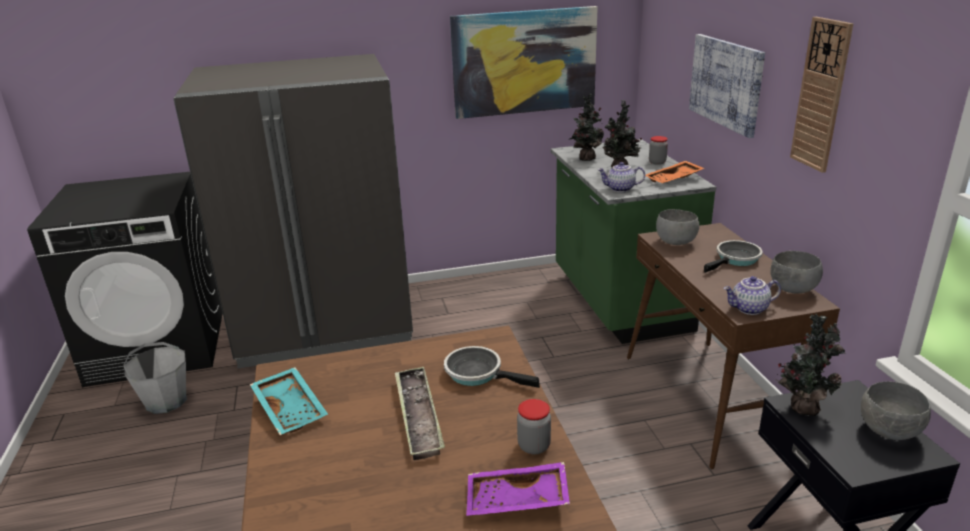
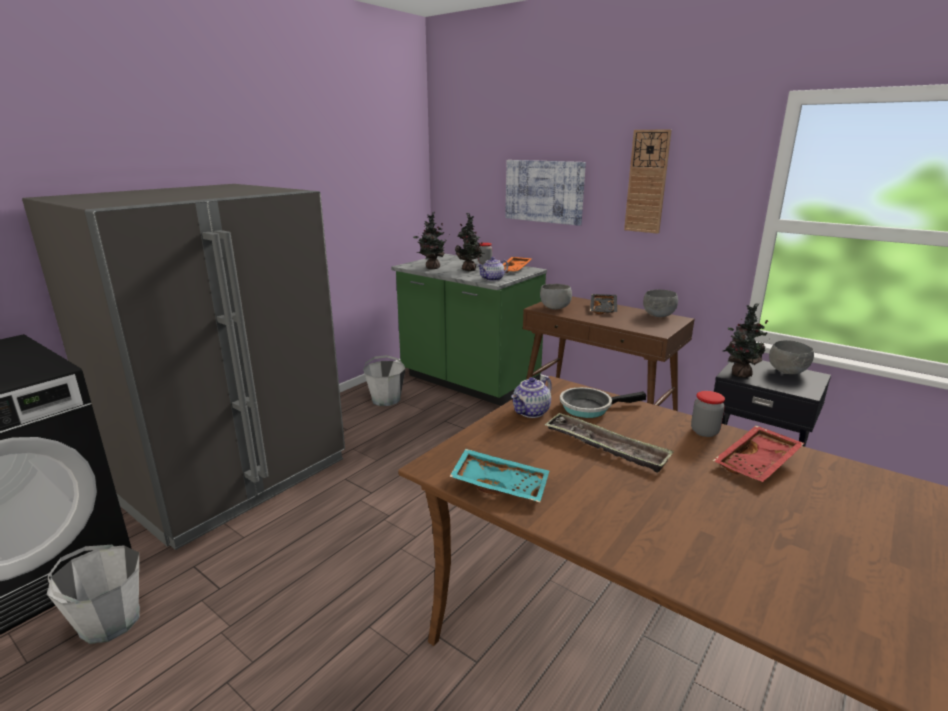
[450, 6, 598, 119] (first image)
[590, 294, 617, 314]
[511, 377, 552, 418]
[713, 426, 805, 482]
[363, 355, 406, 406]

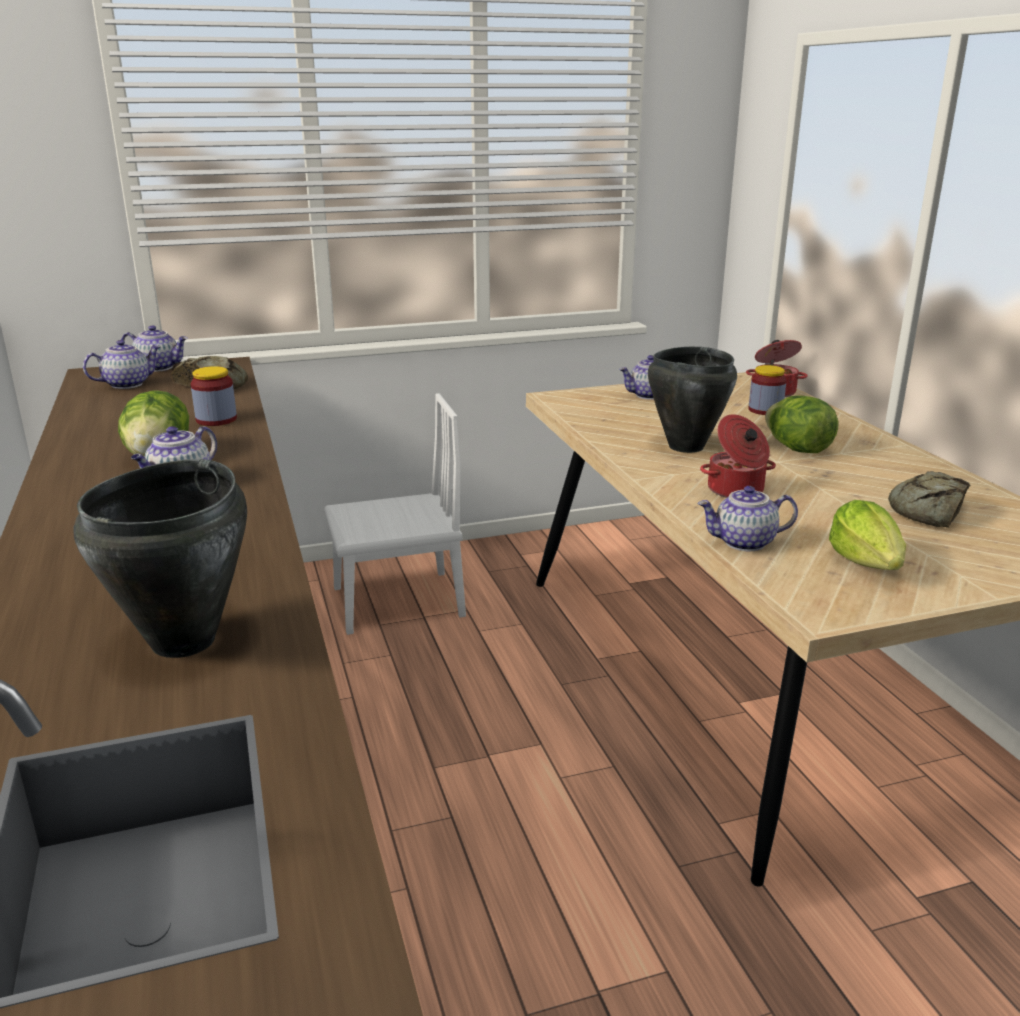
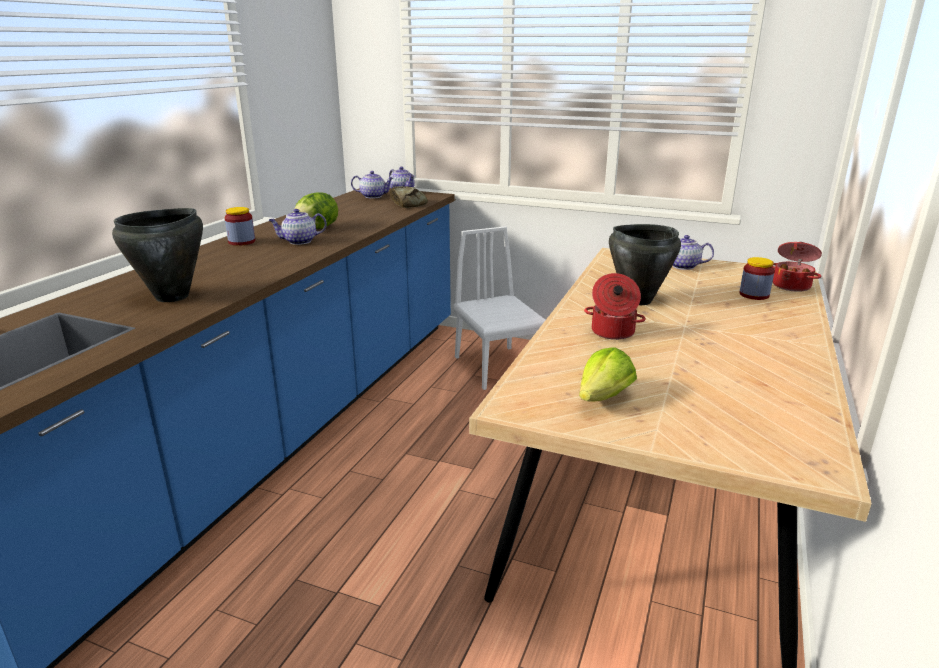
[225, 207, 255, 246]
[454, 226, 545, 390]
[765, 395, 838, 453] (first image)
[888, 471, 970, 528] (first image)
[697, 486, 798, 551] (first image)

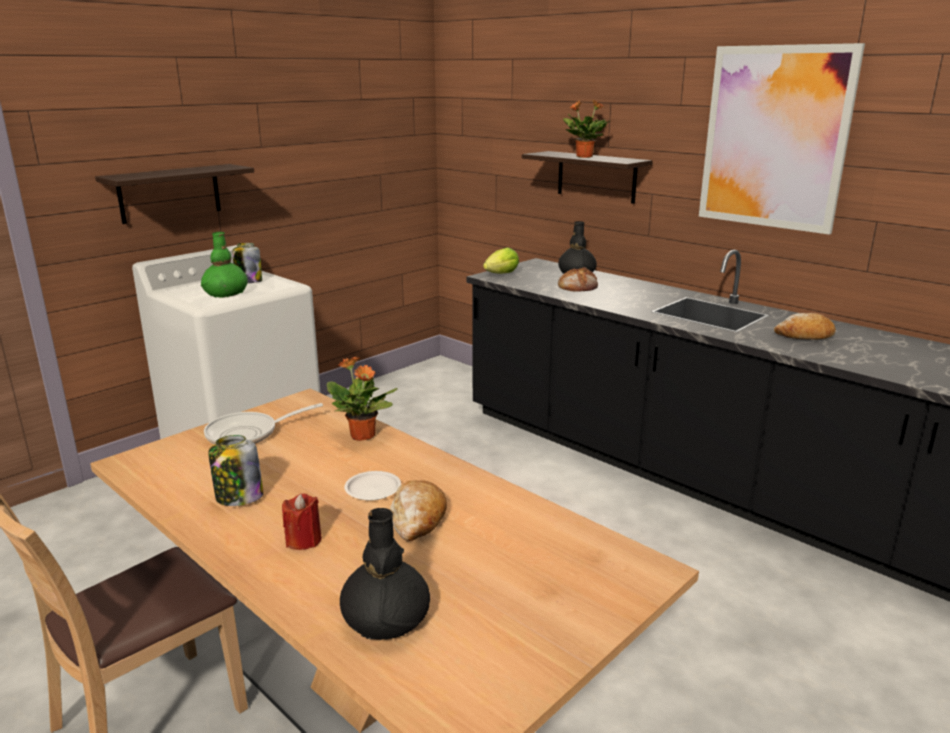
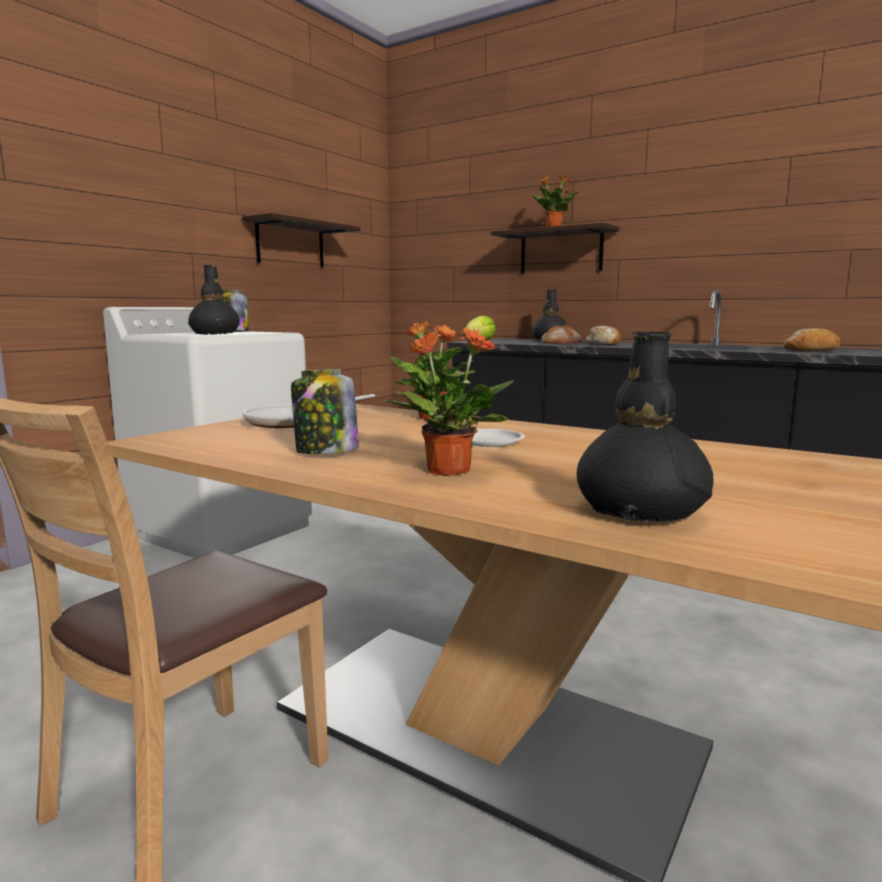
[699, 43, 865, 235] (first image)
[242, 213, 360, 268]
[188, 265, 240, 335]
[586, 325, 621, 345]
[384, 328, 514, 476]

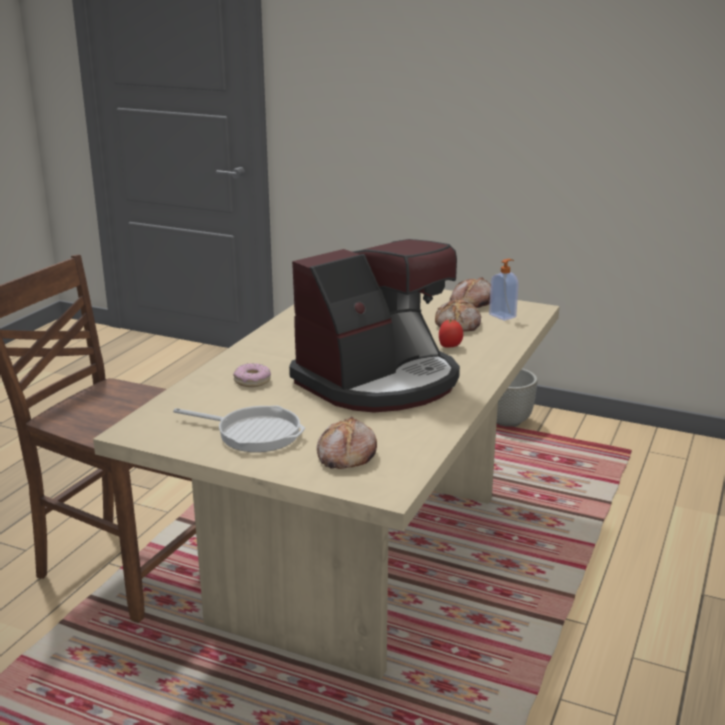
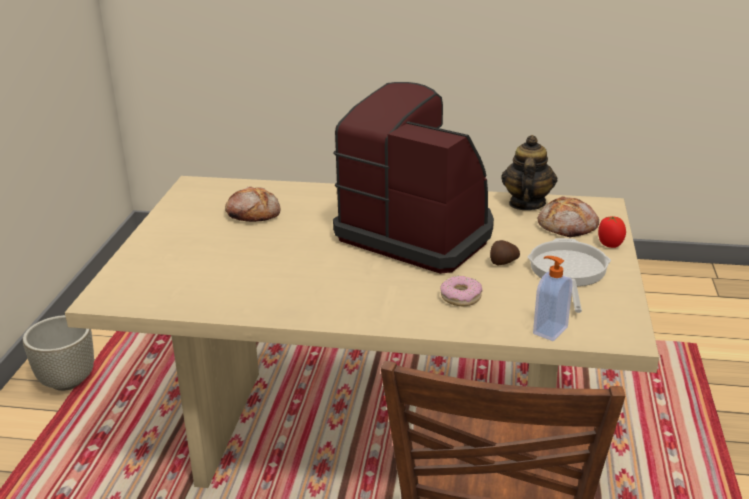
[533, 256, 573, 341]
[450, 277, 491, 308] (first image)
[598, 217, 626, 248]
[501, 135, 557, 210]
[490, 240, 520, 266]

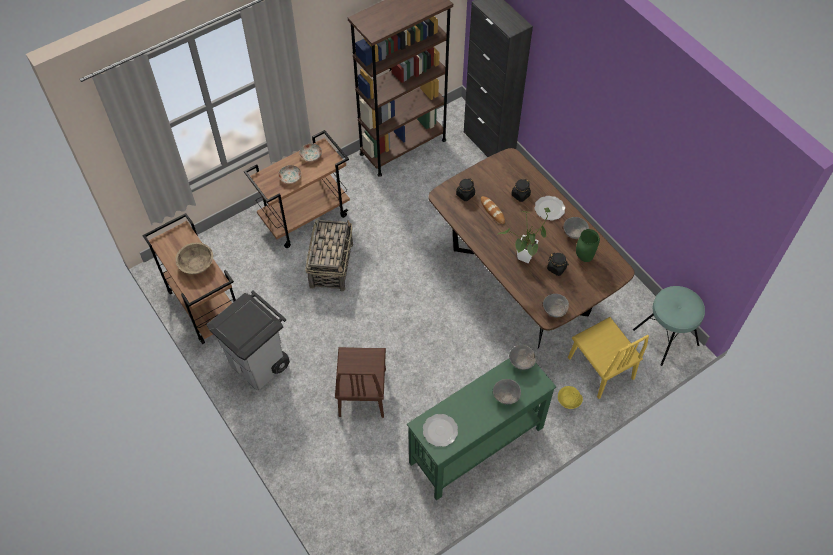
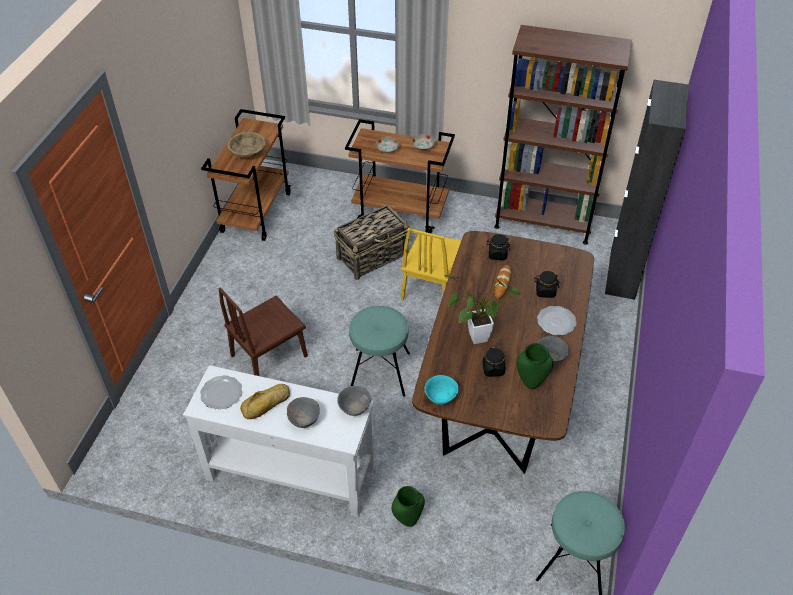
[206, 291, 290, 390] (first image)
[425, 375, 459, 405]
[401, 228, 461, 301]
[183, 365, 375, 517]
[392, 486, 425, 527]
[349, 306, 410, 397]
[240, 384, 290, 419]

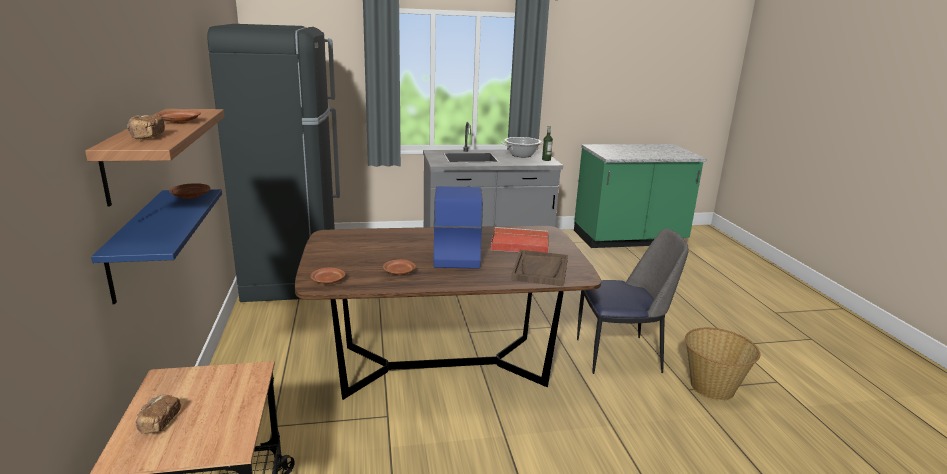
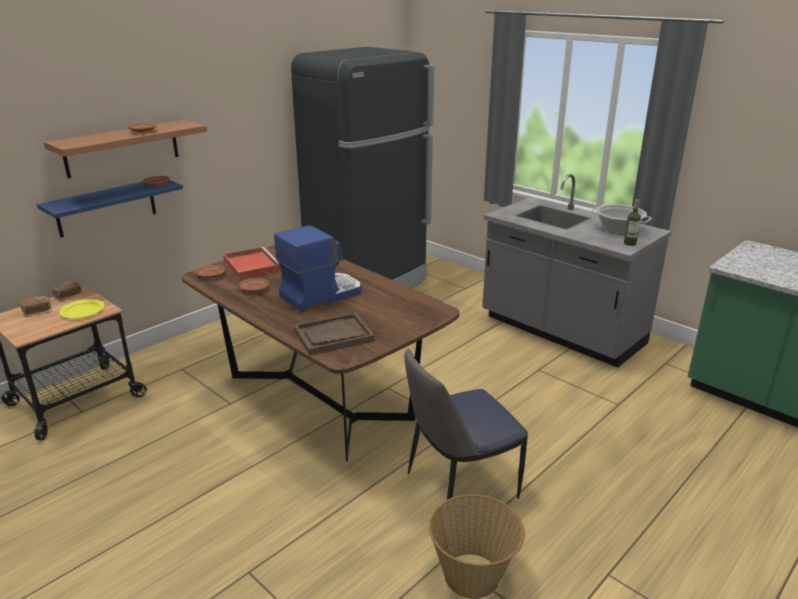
[52, 281, 82, 299]
[223, 247, 281, 280]
[404, 348, 528, 500]
[59, 299, 105, 319]

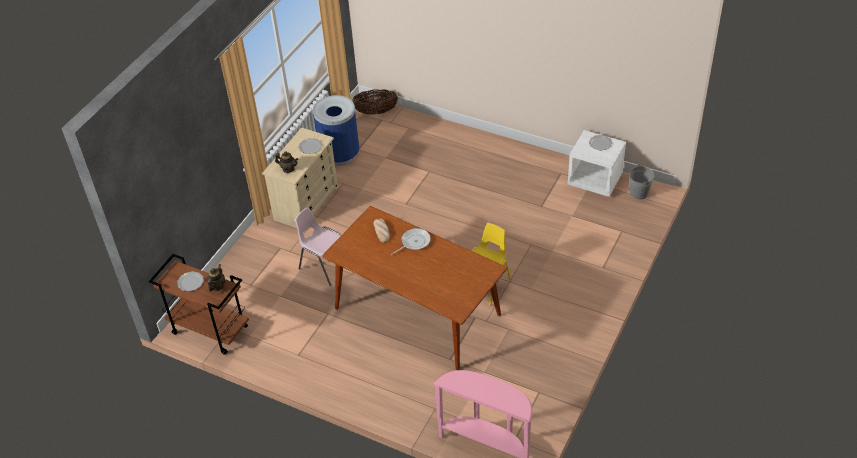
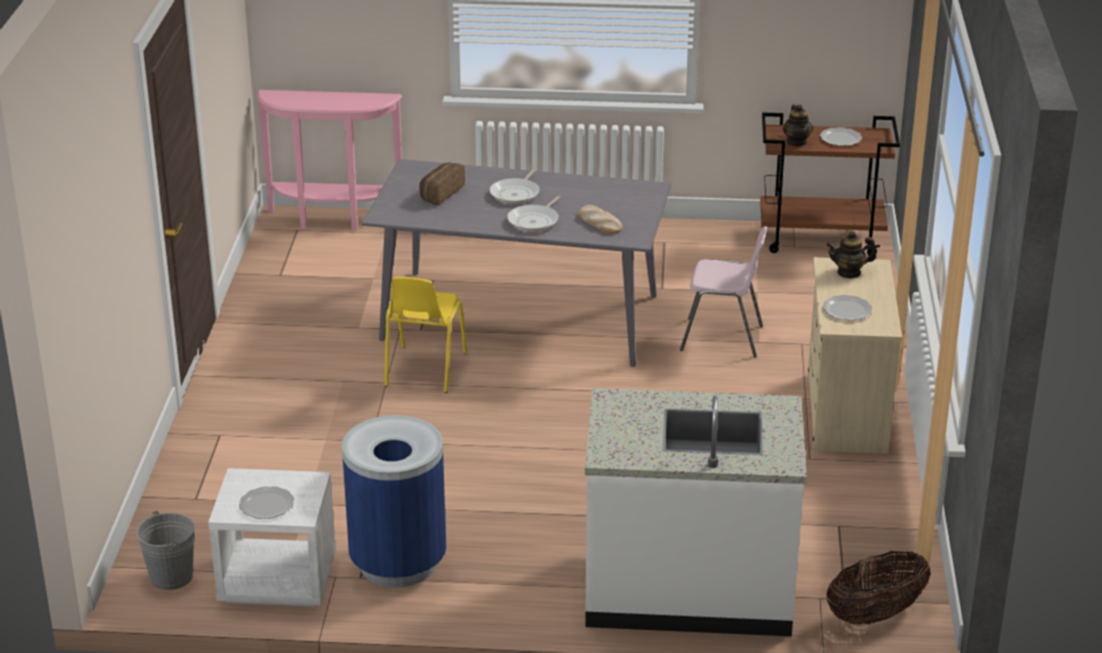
[342, 415, 447, 588]
[362, 159, 671, 367]
[419, 162, 465, 205]
[489, 168, 540, 204]
[585, 388, 807, 636]

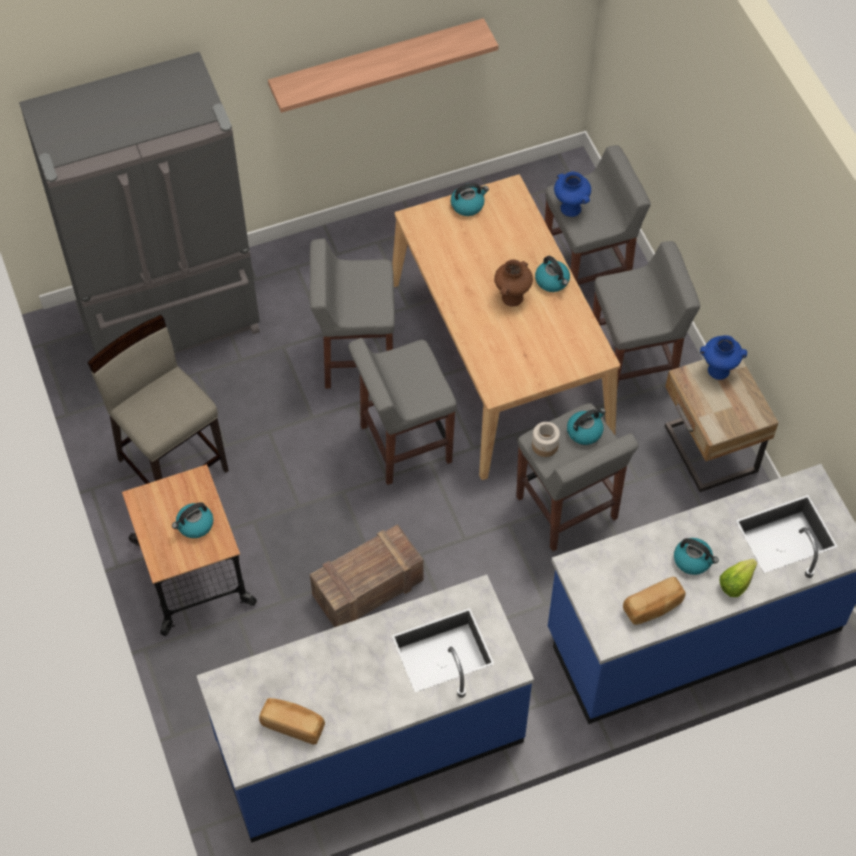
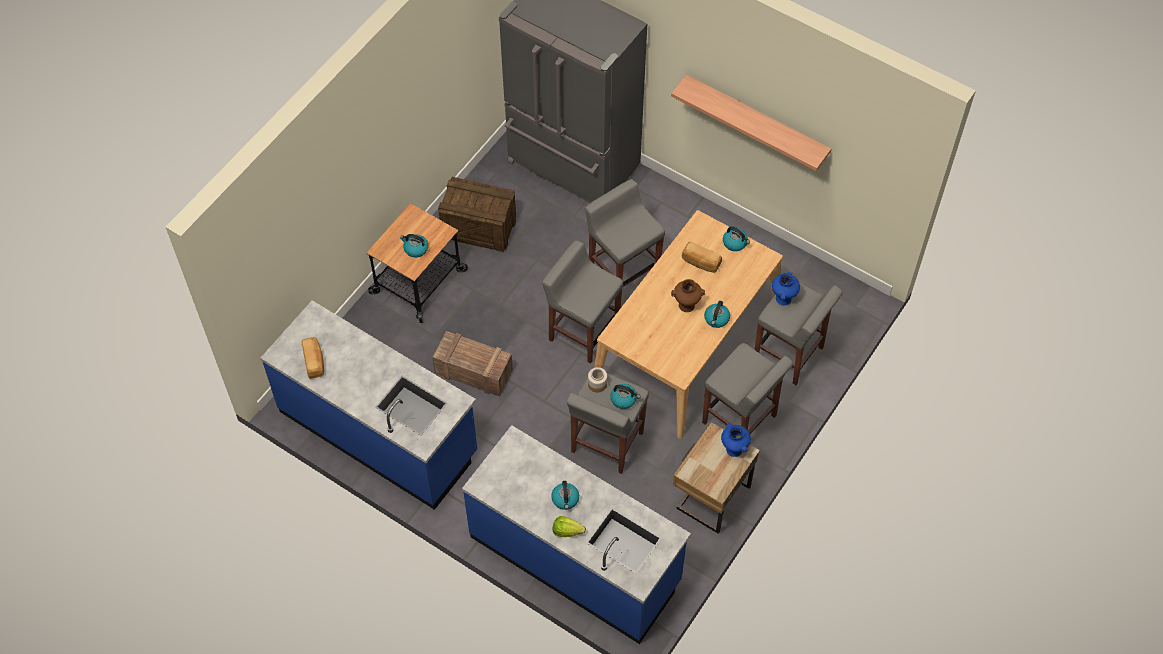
[438, 177, 516, 252]
[682, 242, 722, 273]

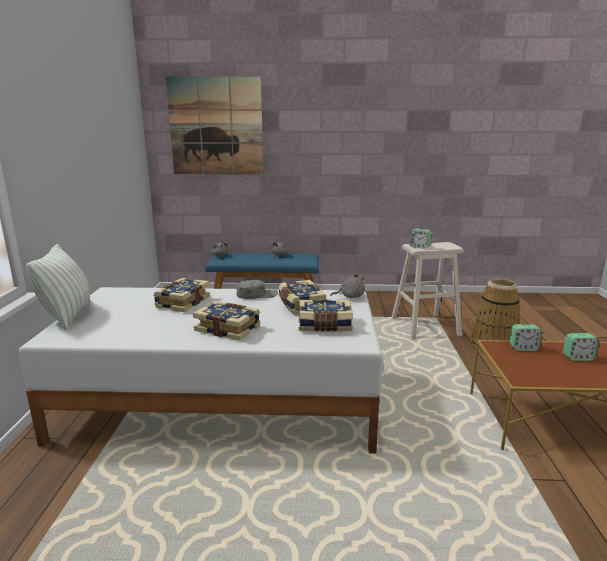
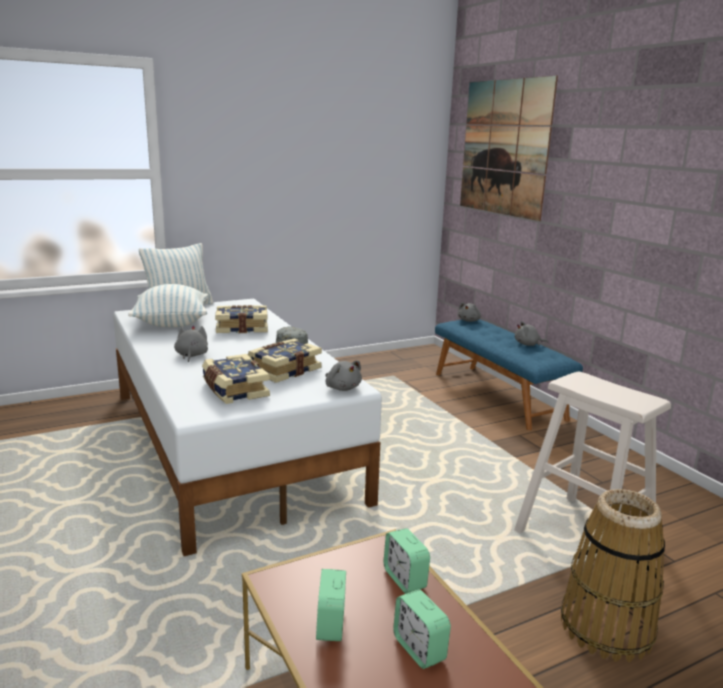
[316, 569, 346, 641]
[174, 325, 208, 362]
[128, 284, 208, 327]

